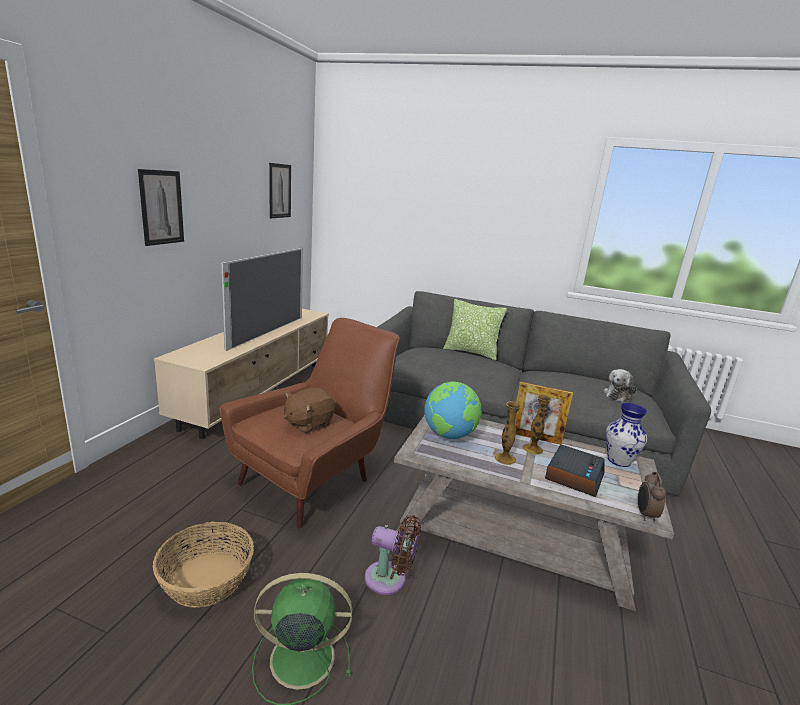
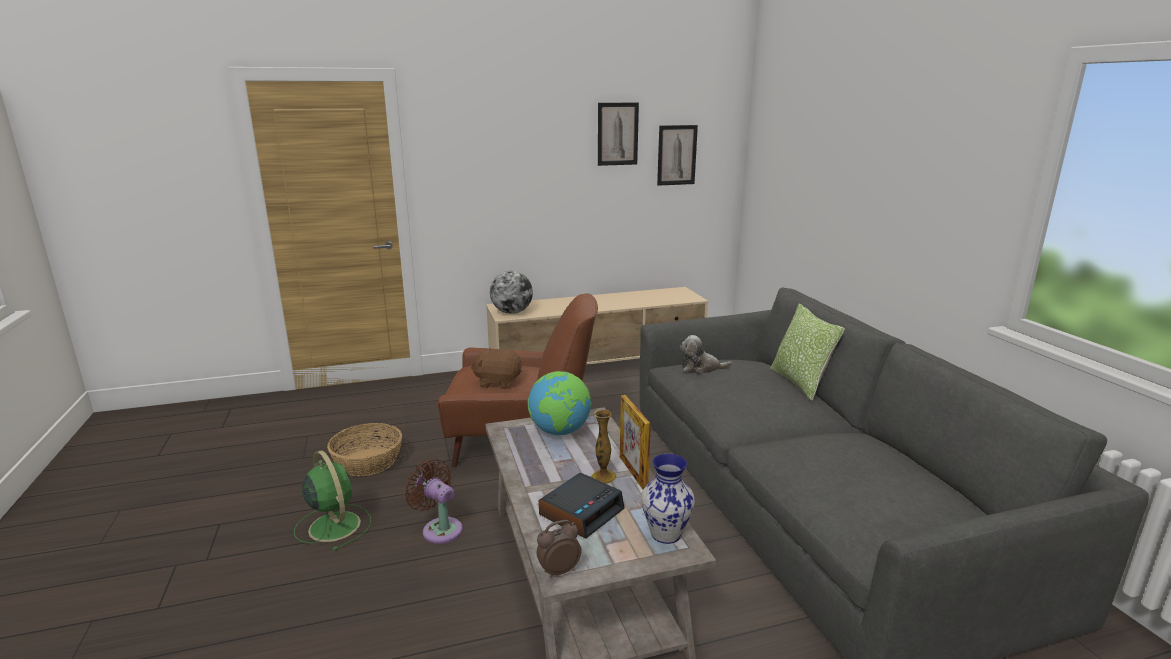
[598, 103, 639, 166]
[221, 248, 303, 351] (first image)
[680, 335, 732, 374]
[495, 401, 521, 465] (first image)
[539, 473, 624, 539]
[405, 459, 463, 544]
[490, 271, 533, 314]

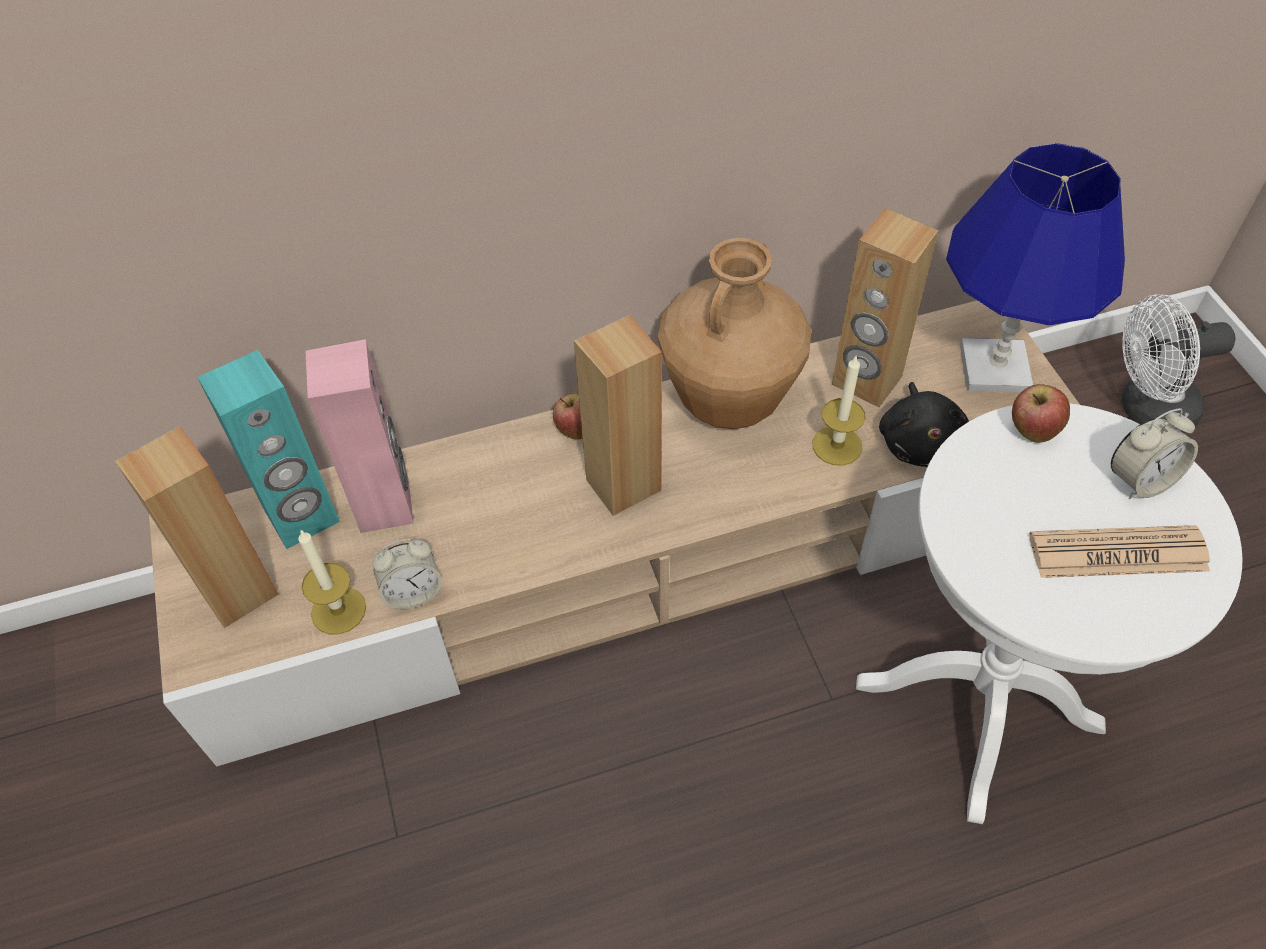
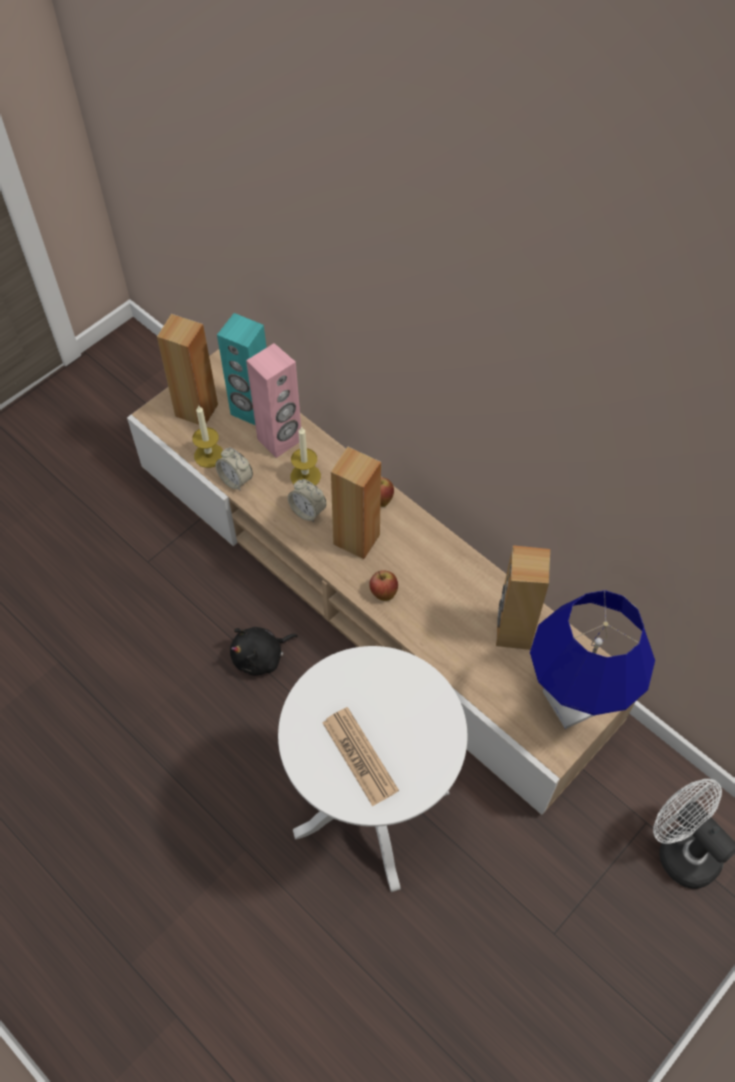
[658, 238, 811, 429] (first image)
[291, 426, 321, 486]
[230, 627, 298, 676]
[369, 570, 398, 601]
[288, 479, 326, 522]

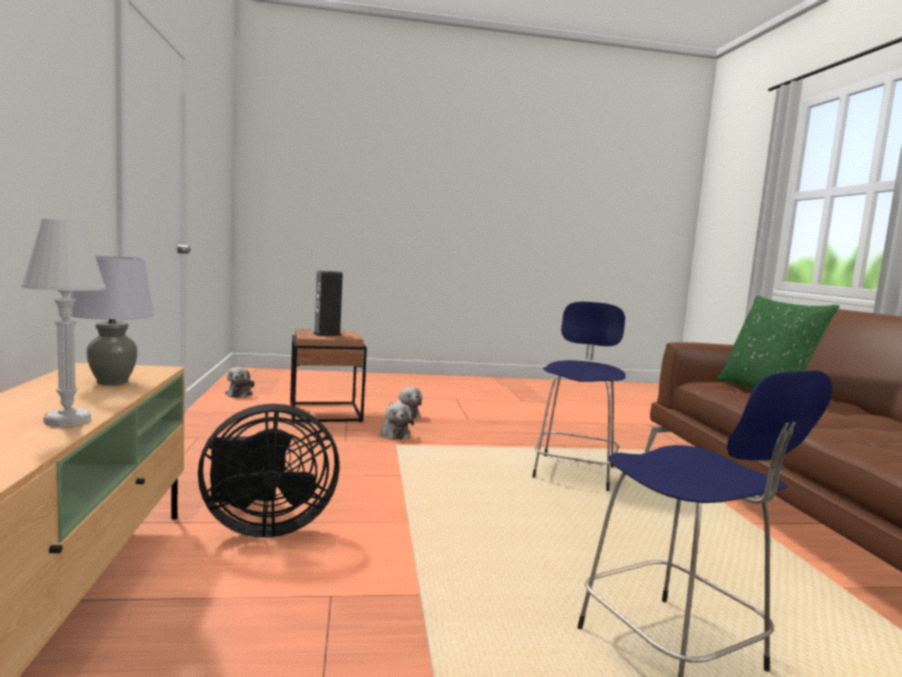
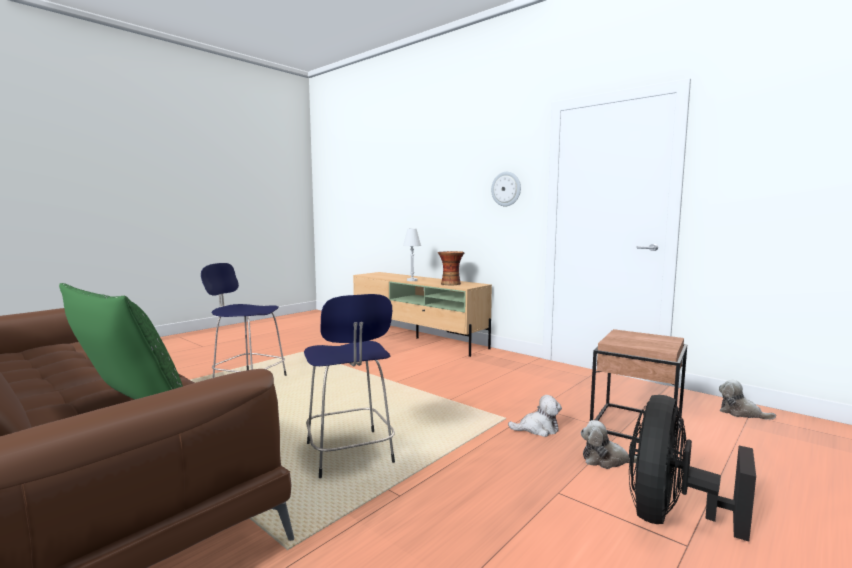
[438, 251, 465, 285]
[313, 271, 343, 336] (first image)
[508, 395, 562, 437]
[629, 395, 756, 542]
[491, 172, 521, 206]

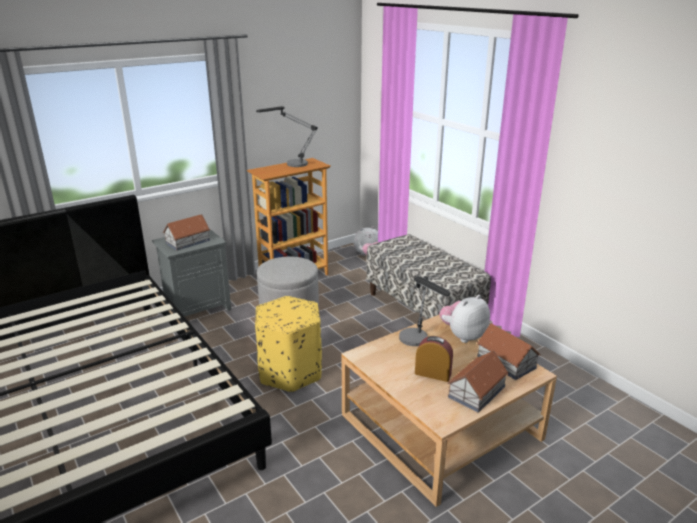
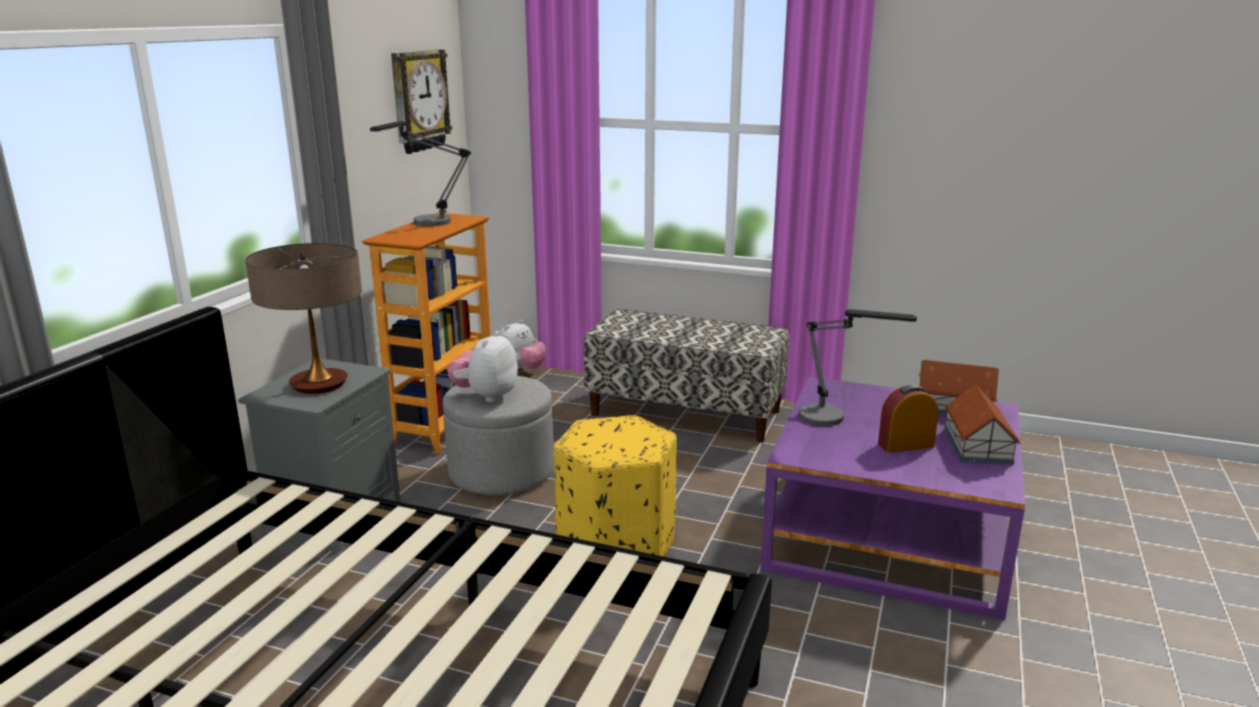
[245, 243, 362, 394]
[447, 331, 518, 402]
[760, 377, 1025, 620]
[391, 50, 452, 154]

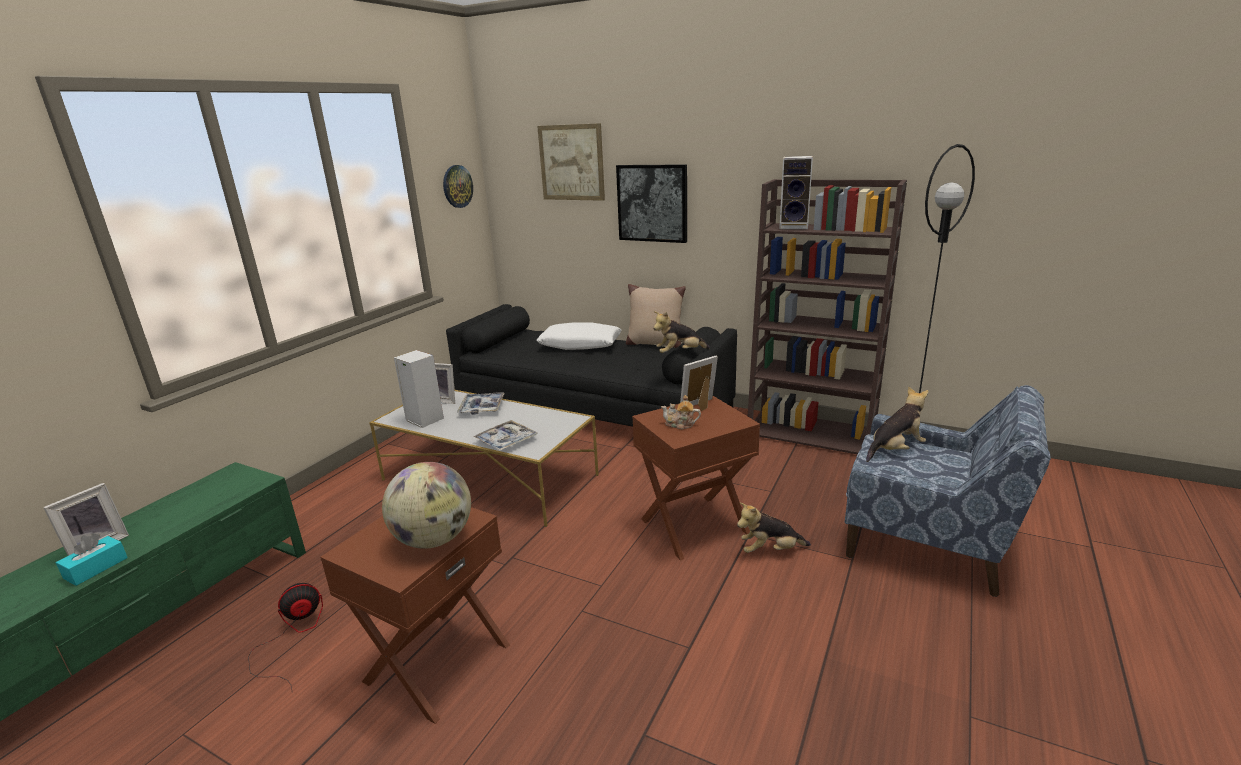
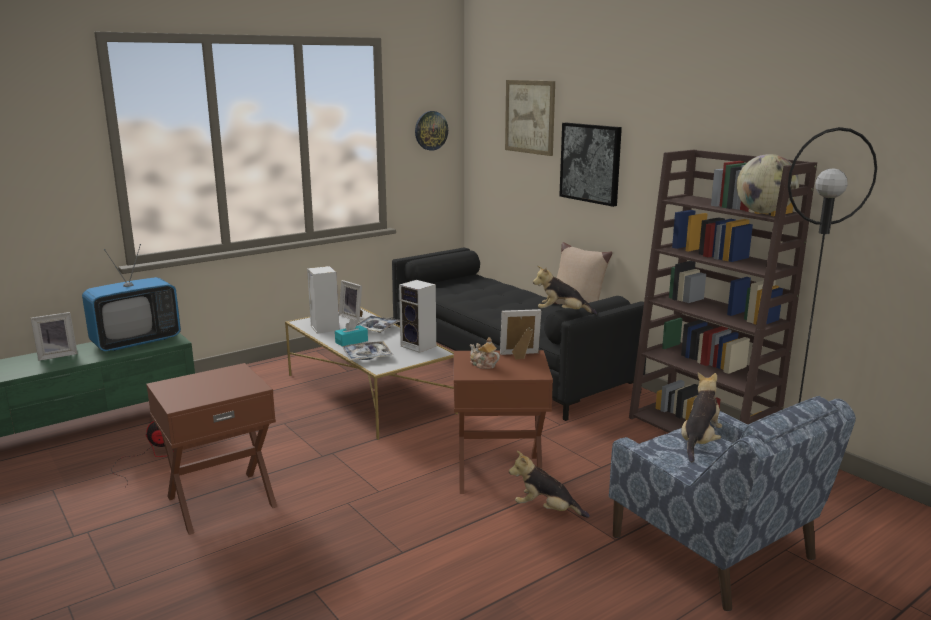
[399, 280, 436, 353]
[536, 322, 622, 350] (first image)
[681, 373, 722, 462]
[736, 154, 799, 214]
[335, 319, 368, 346]
[82, 244, 181, 351]

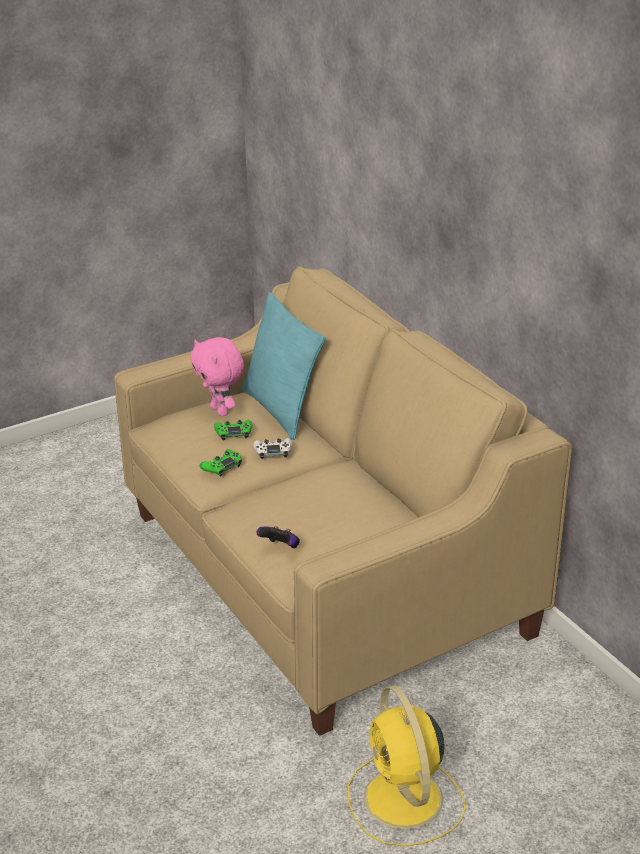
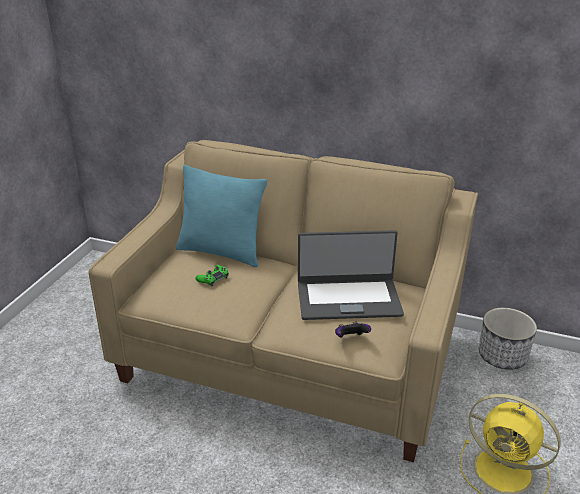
[190, 337, 244, 416] (first image)
[253, 438, 292, 459] (first image)
[200, 449, 242, 476] (first image)
[298, 230, 404, 320]
[479, 308, 537, 370]

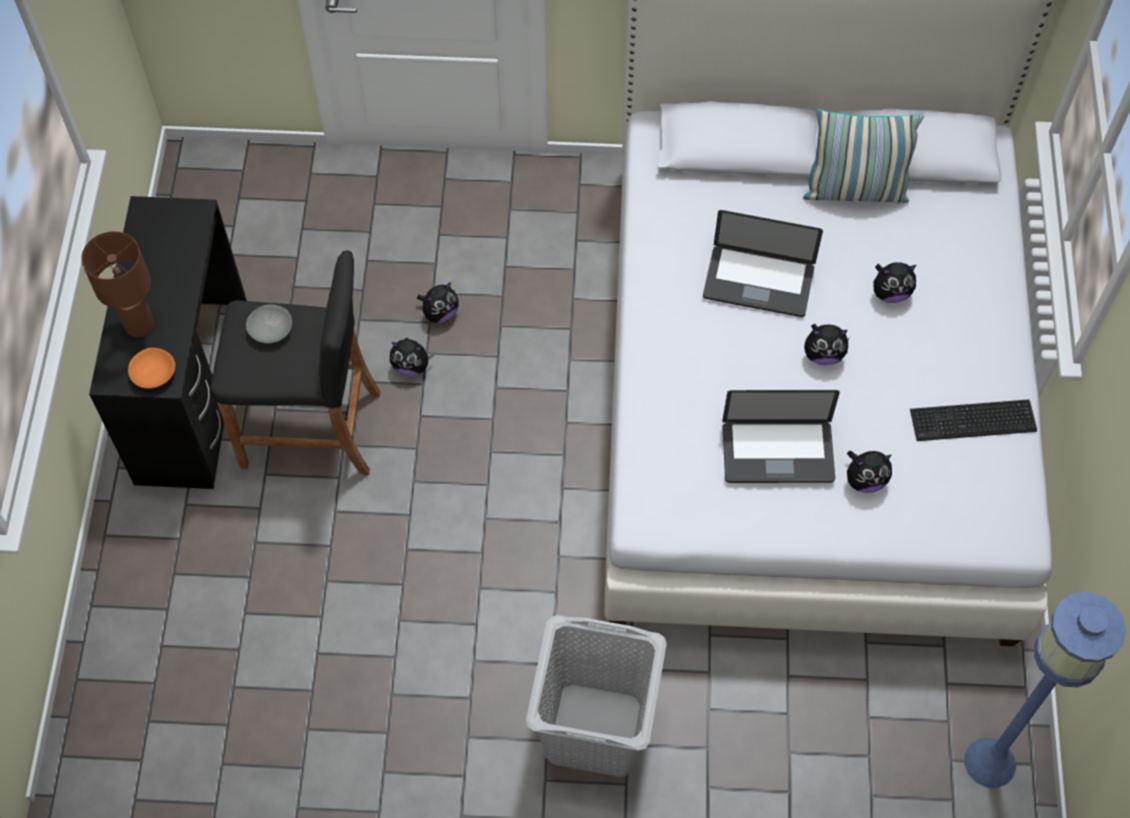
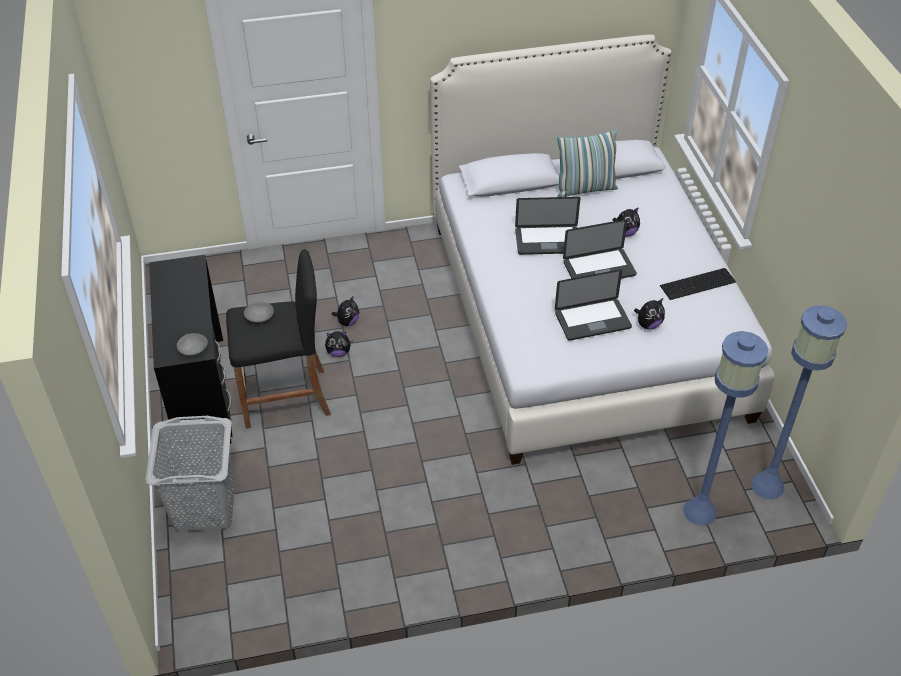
[81, 231, 154, 337] (first image)
[563, 219, 637, 279]
[177, 333, 208, 356]
[145, 416, 235, 532]
[683, 331, 769, 526]

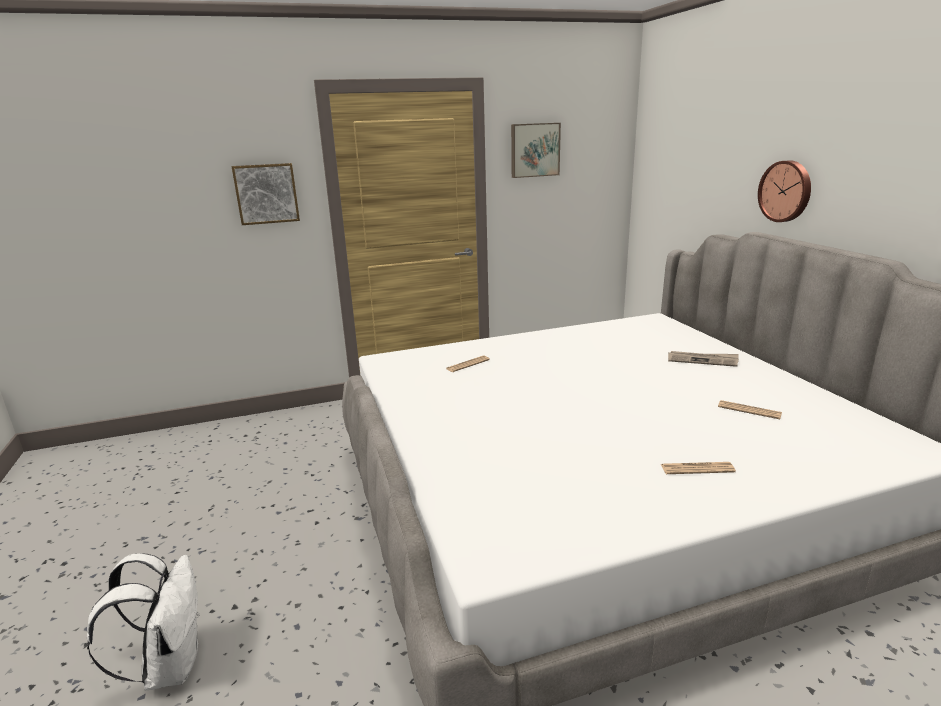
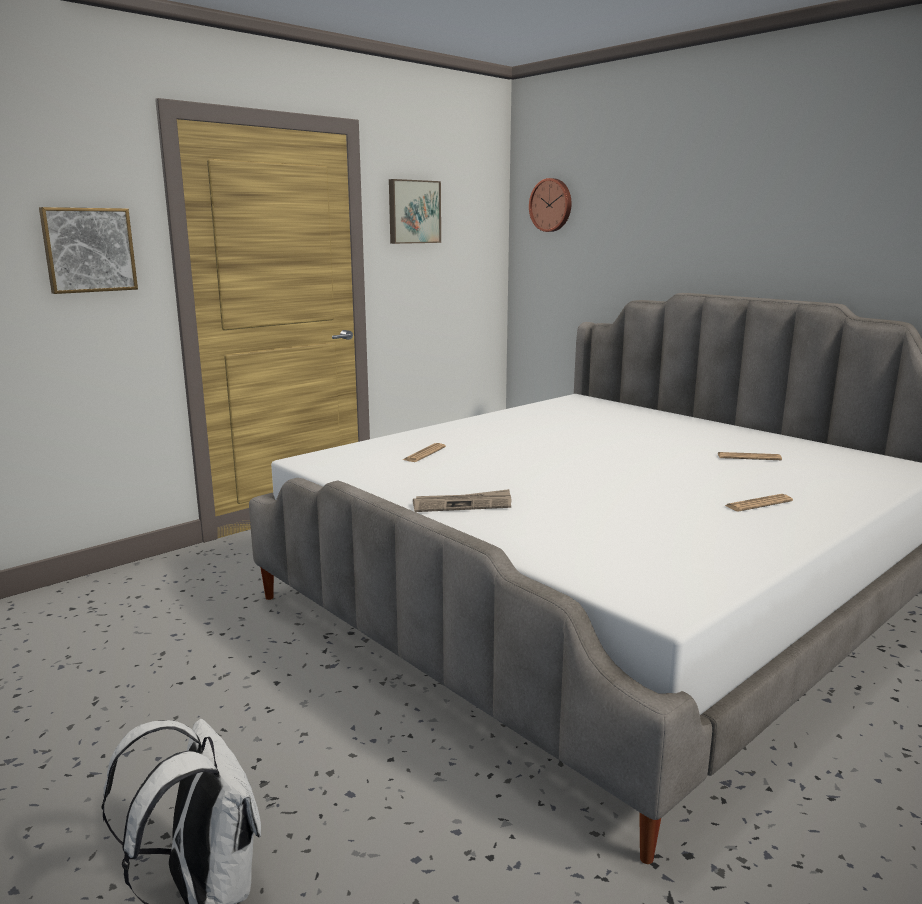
[529, 178, 572, 232]
[413, 489, 512, 512]

